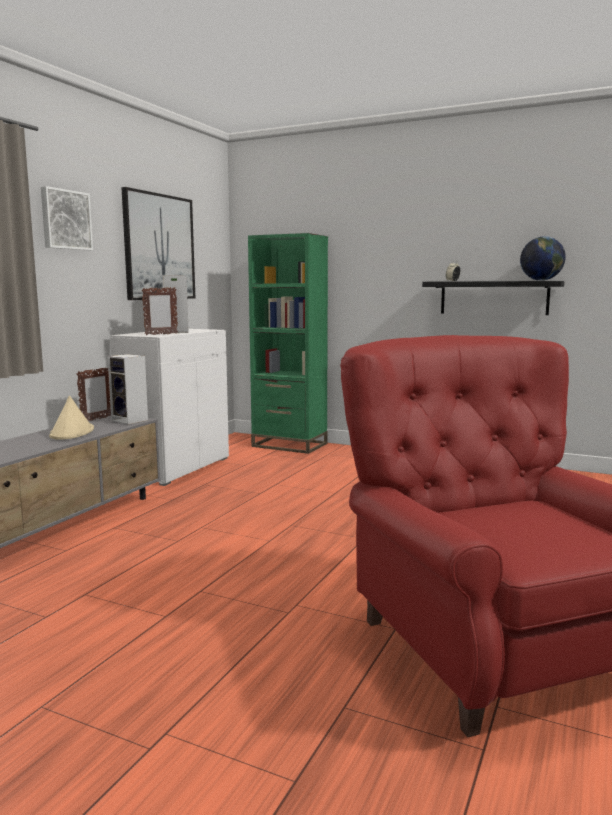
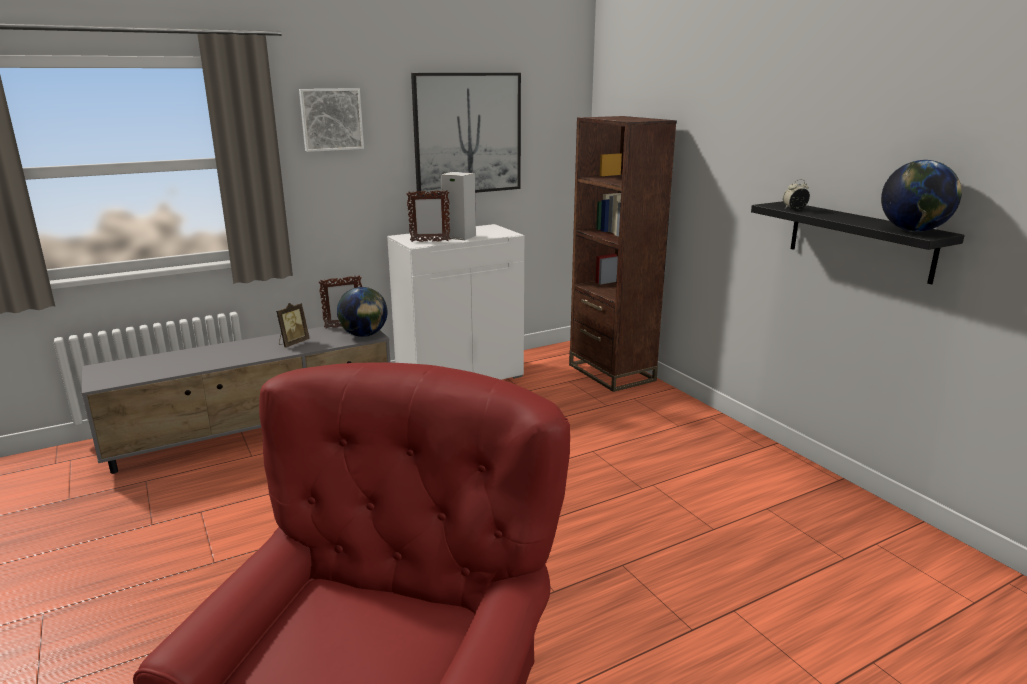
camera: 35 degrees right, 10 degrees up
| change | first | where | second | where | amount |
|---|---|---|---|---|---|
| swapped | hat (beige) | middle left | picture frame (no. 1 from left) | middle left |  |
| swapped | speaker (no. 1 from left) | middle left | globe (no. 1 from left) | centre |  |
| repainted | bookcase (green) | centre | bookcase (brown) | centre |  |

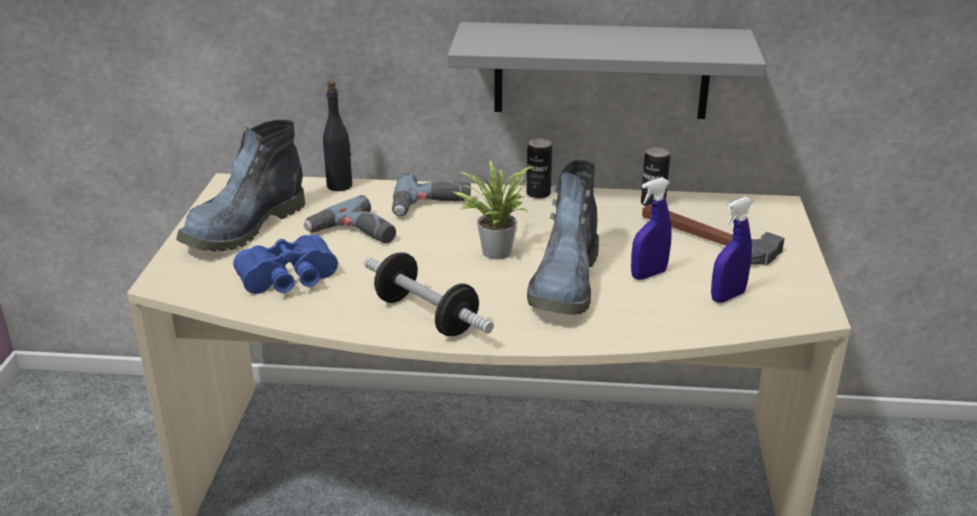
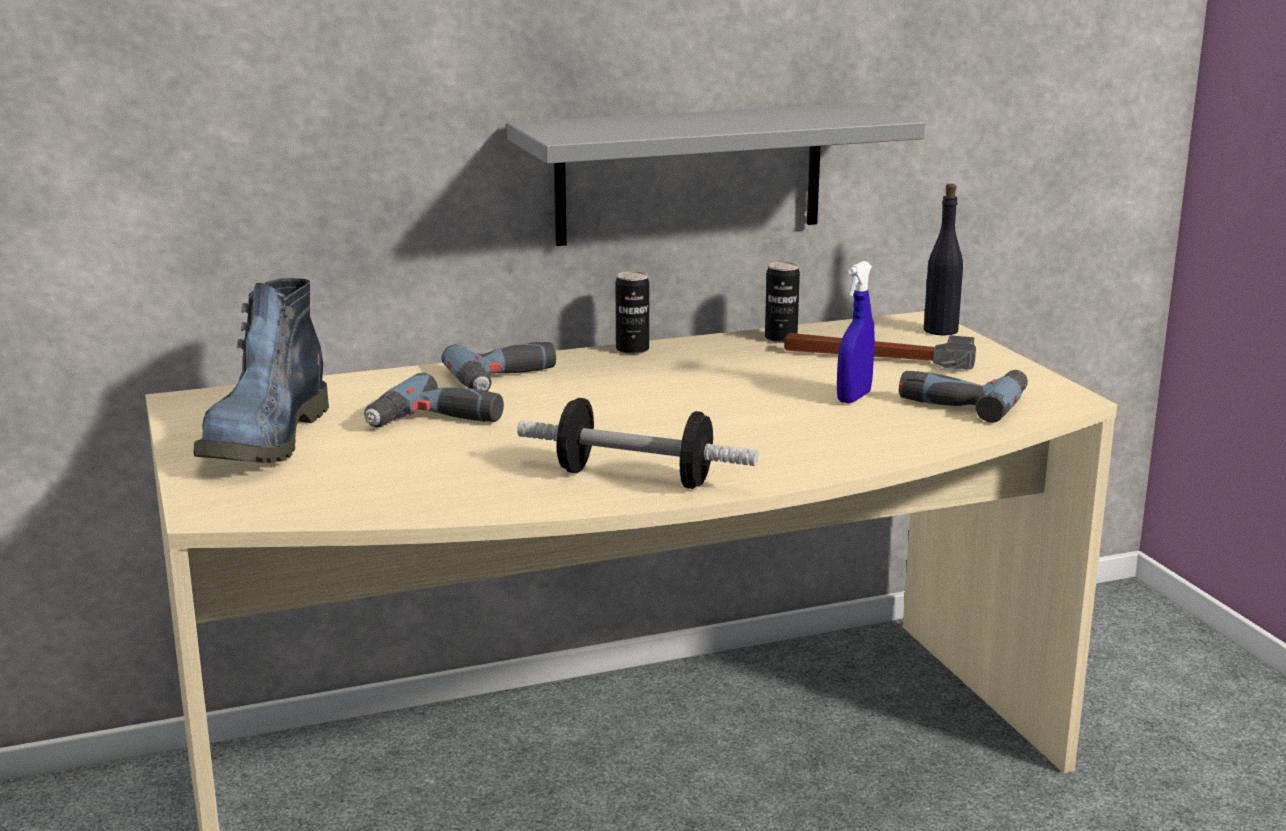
camera: 25 degrees left, 10 degrees down
| change | first | where | second | where | amount |
|---|---|---|---|---|---|
| gone | binoculars (blue) | middle left |  |  |  |
| shifted | bottle (black) | top centre |  | top right |  |
| gone | potted plant | centre |  |  |  |
| gone | boot (no. 2 from left) | centre |  |  |  |
| swapped | spray bottle (blue) (no. 2 from left) | middle right | power drill (no. 3 from left) | middle right |  |

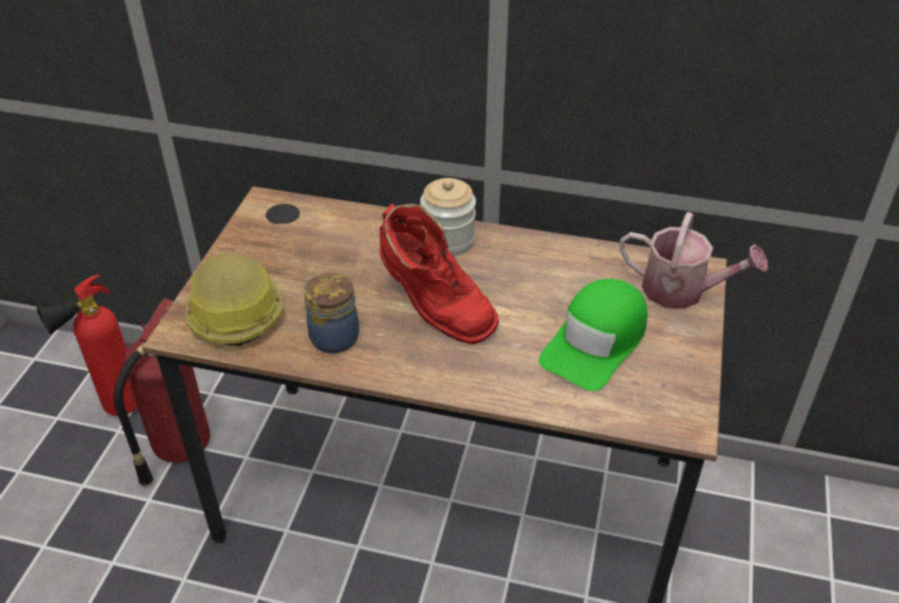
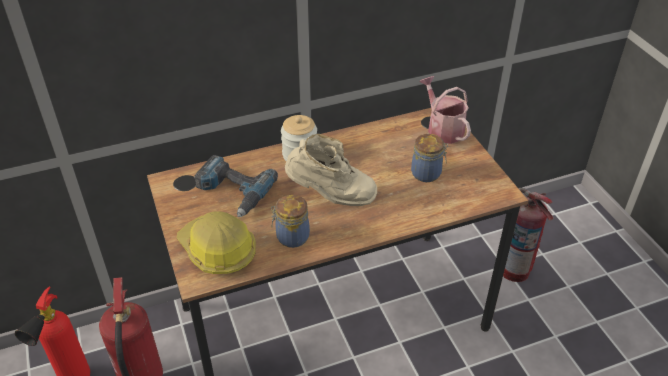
camera: 35 degrees left, 0 degrees up
| change | first | where | second | where | amount |
|---|---|---|---|---|---|
| repainted | boot (red) | centre | boot (beige) | centre |  |
| swapped | cap (green) | centre | jar (no. 3 from left) | centre |  |
| rotated | watering can | middle right |  | top centre | 105 degrees counterclockwise |
| new |  |  | power drill | centre |  |
| new |  |  | fire extinguisher (no. 3 from left) | middle right |  |

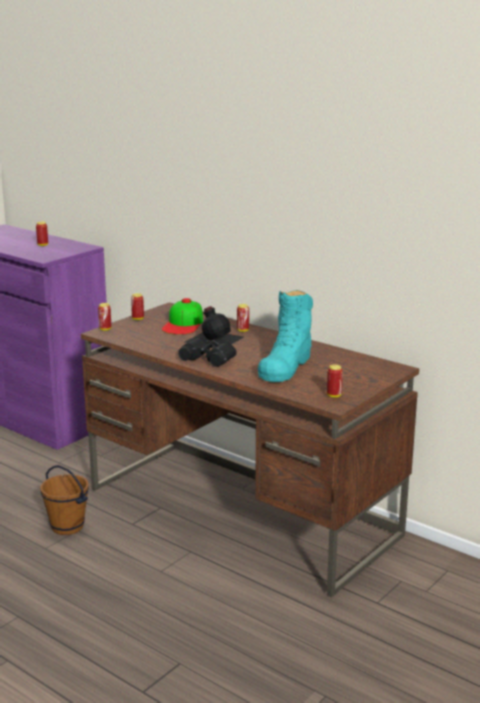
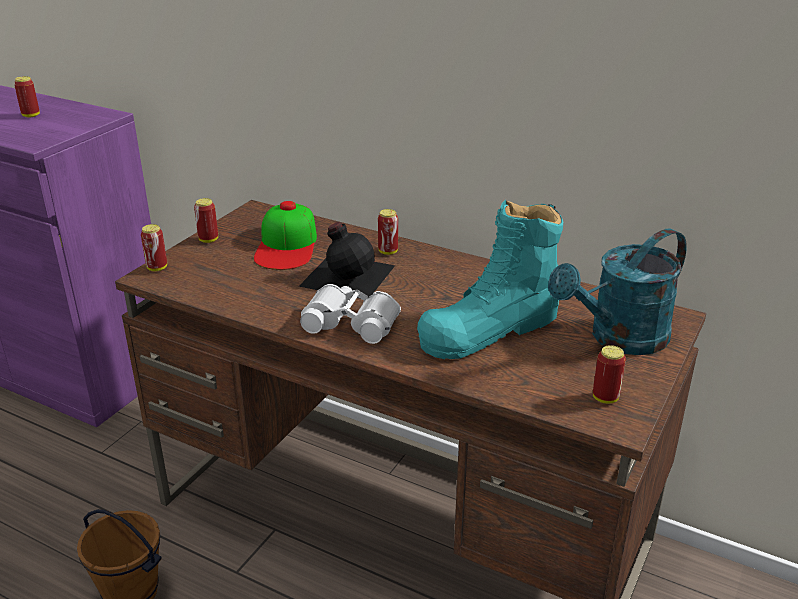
camera: 10 degrees left, 10 degrees up
| change | first | where | second | where | amount |
|---|---|---|---|---|---|
| repainted | binoculars (black) | centre | binoculars (white) | centre |  |
| rotated | boot (turquoise) | centre |  | centre | 45 degrees clockwise |
| new |  |  | watering can (turquoise) | middle right |  |

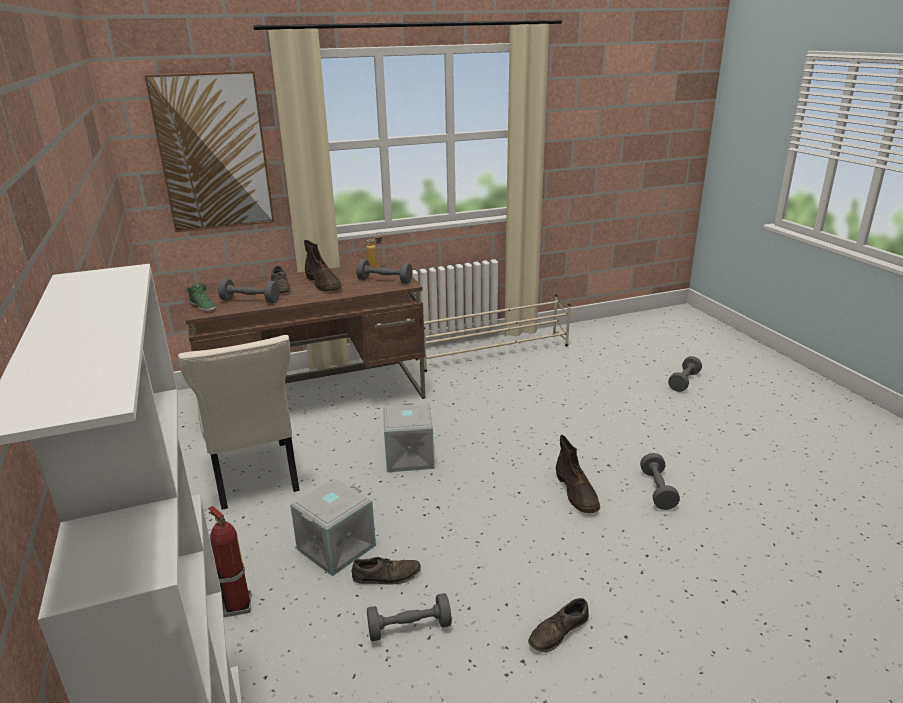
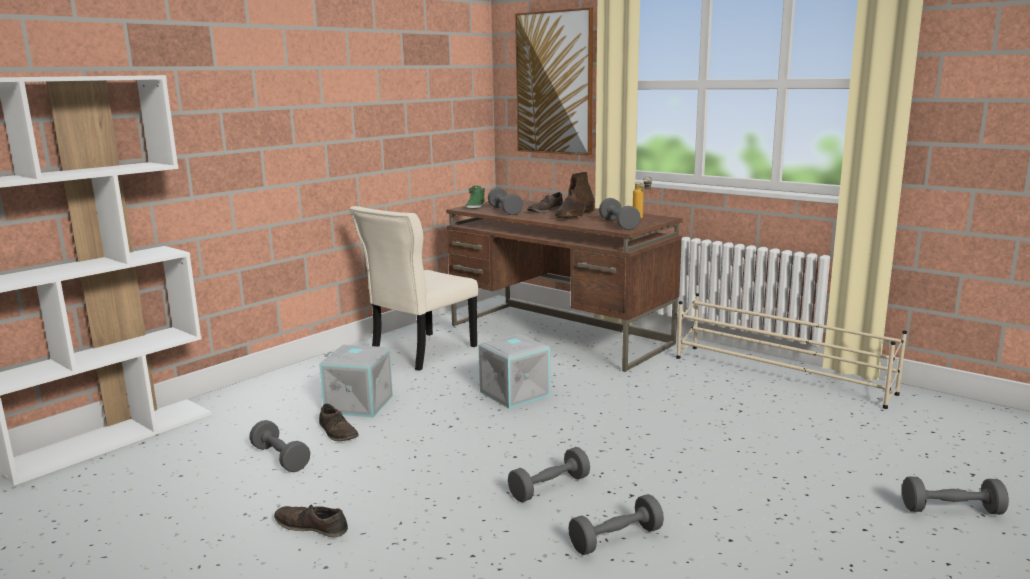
camera: 60 degrees right, 10 degrees down
| change | first | where | second | where | amount |
|---|---|---|---|---|---|
| gone | fire extinguisher | bottom left |  |  |  |
| swapped | boot (brown) (no. 2 from left) | bottom centre | dumbbell (grey) (no. 3 from left) | bottom centre |  |

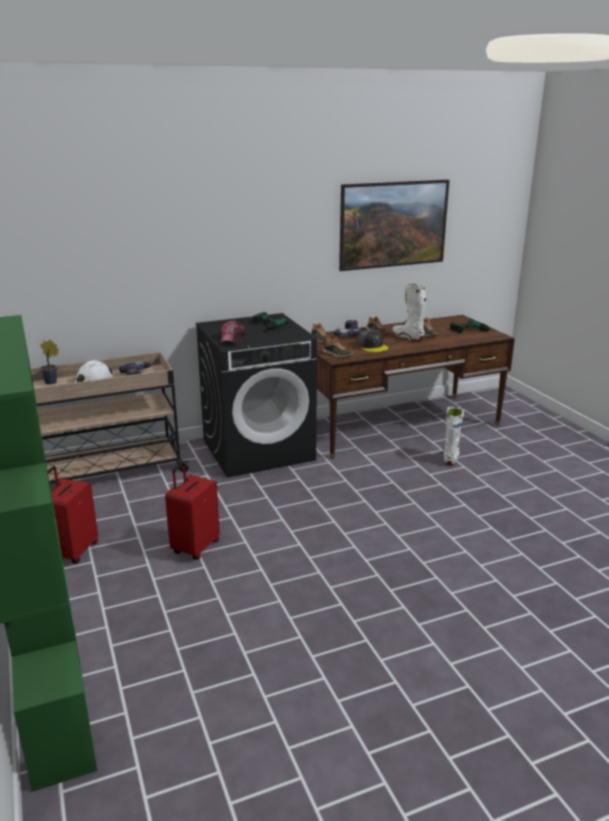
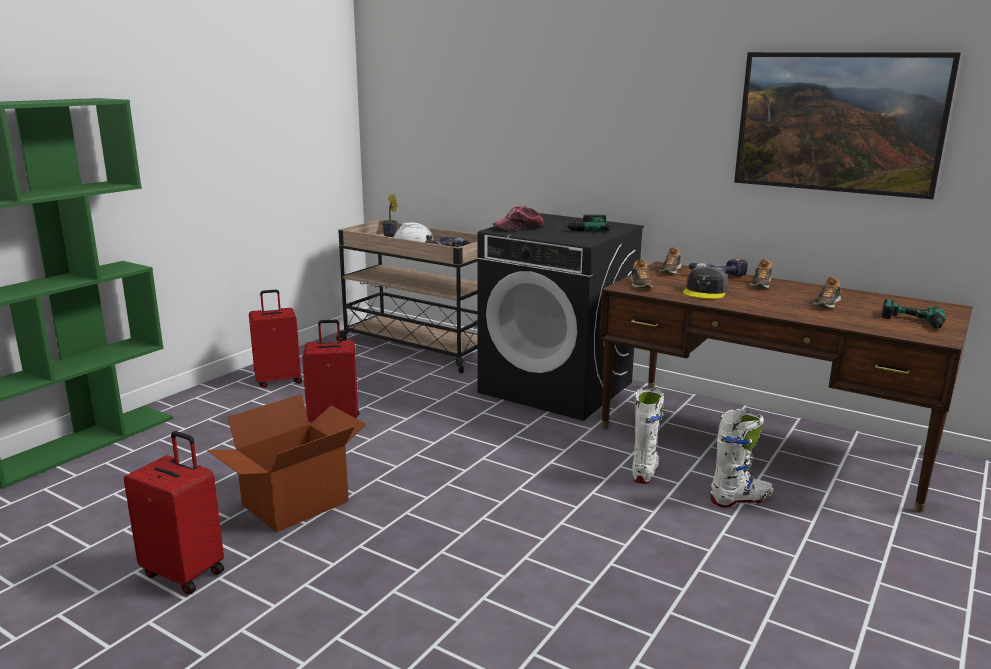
camera: 55 degrees right, 5 degrees down
| change | first | where | second | where | amount |
|---|---|---|---|---|---|
| shifted | boot (white) (no. 1 from left) | middle right |  | centre |  |
| new |  |  | suitcase (red) (no. 1 from left) | bottom left |  |
| new |  |  | cardboard box | bottom left |  |

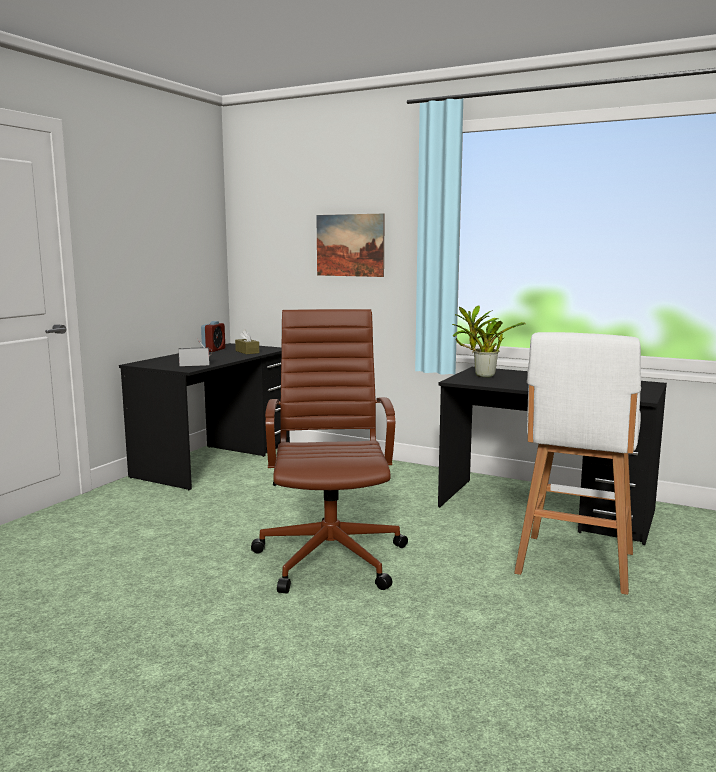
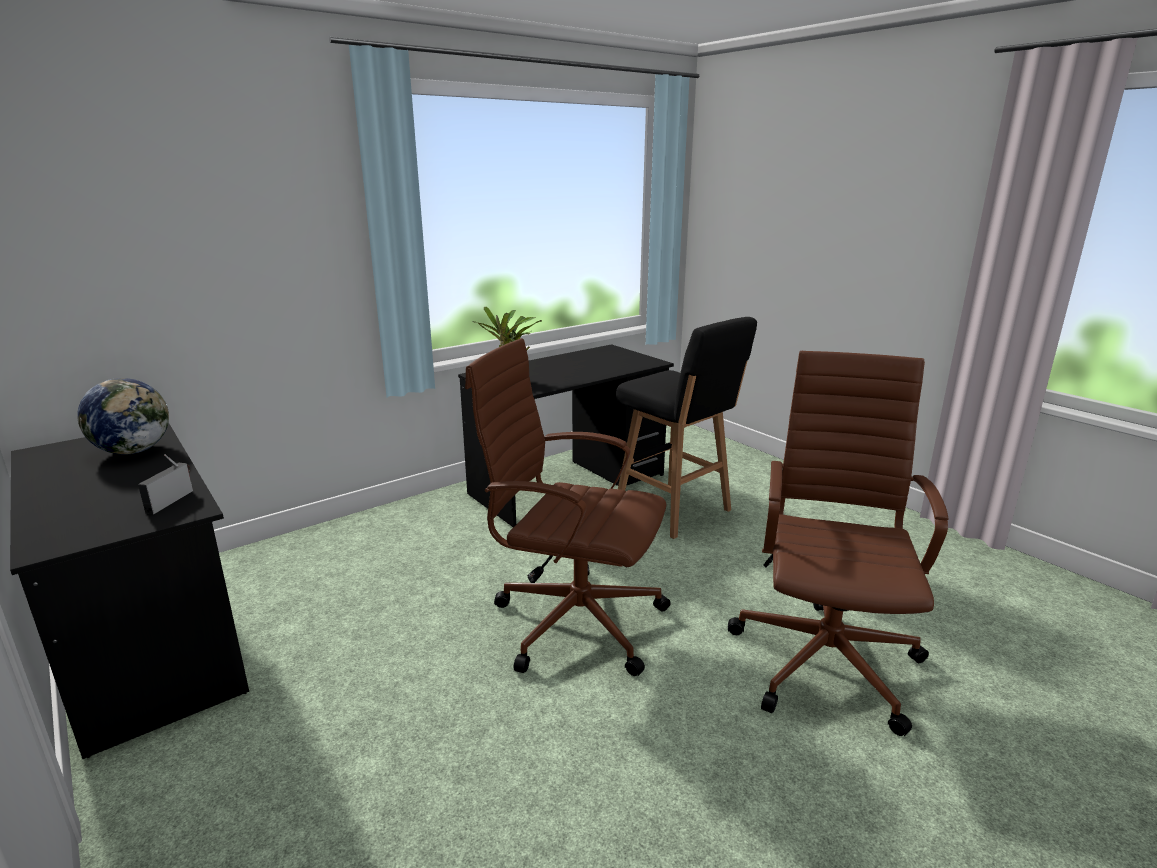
camera: 65 degrees left, 10 degrees up
| change | first | where | second | where | amount |
|---|---|---|---|---|---|
| gone | alarm clock | middle left |  |  |  |
| swapped | tissue box (brown) | centre | globe | middle left |  |
| gone | picture | top centre |  |  |  |
| repainted | stool (white) | middle right | stool (black) | centre |  |
| new |  |  | office chair (brown) (no. 2 from left) | middle right |  |

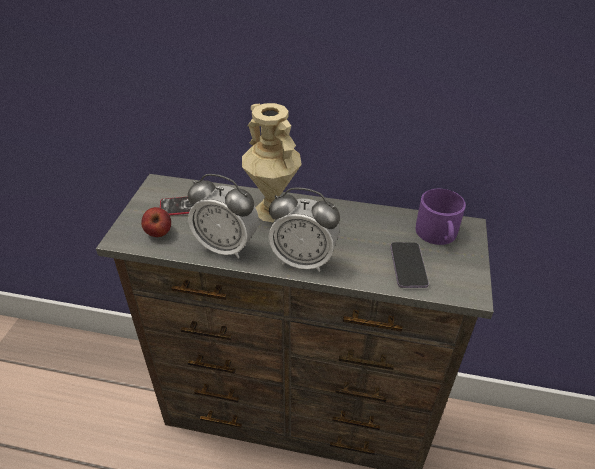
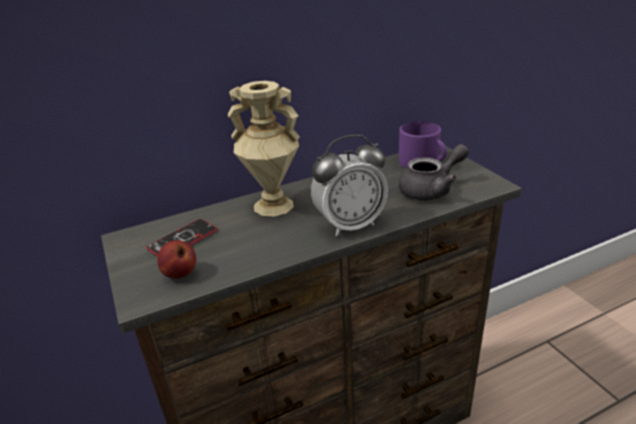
camera: 35 degrees left, 10 degrees down
| change | first | where | second | where | amount |
|---|---|---|---|---|---|
| gone | alarm clock (no. 1 from left) | centre |  |  |  |
| swapped | phone (no. 2 from left) | middle right | teapot (grey) | middle right |  |

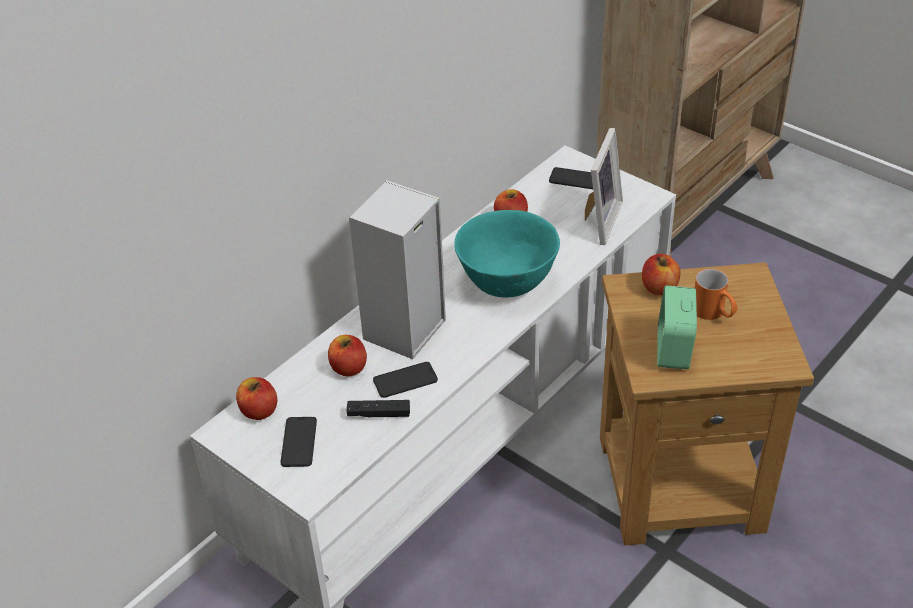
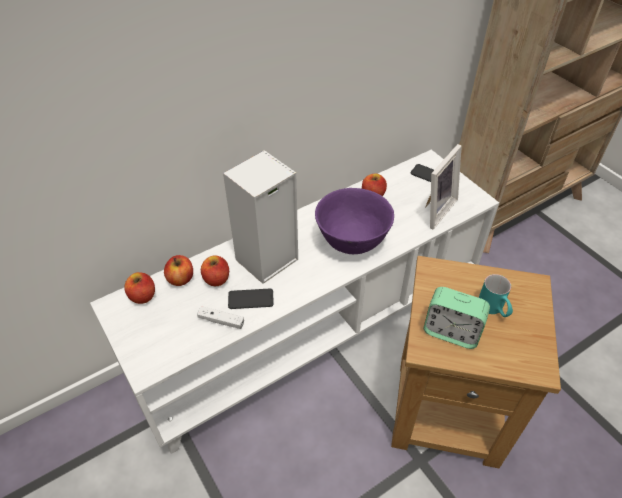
camera: 15 degrees right, 5 degrees up
| change | first | where | second | where | amount |
|---|---|---|---|---|---|
| gone | phone (no. 1 from left) | bottom left |  |  |  |
| repainted | game controller (black) | bottom centre | game controller (white) | centre |  |
| repainted | bowl (turquoise) | centre | bowl (purple) | centre |  |
| shifted | apple (no. 4 from left in the first image) | middle right | apple (no. 2 from left) | middle left |  |
| rotated | alarm clock | middle right |  | middle right | 90 degrees counterclockwise |
| repainted | mug (orange) | middle right | mug (turquoise) | middle right |  |

